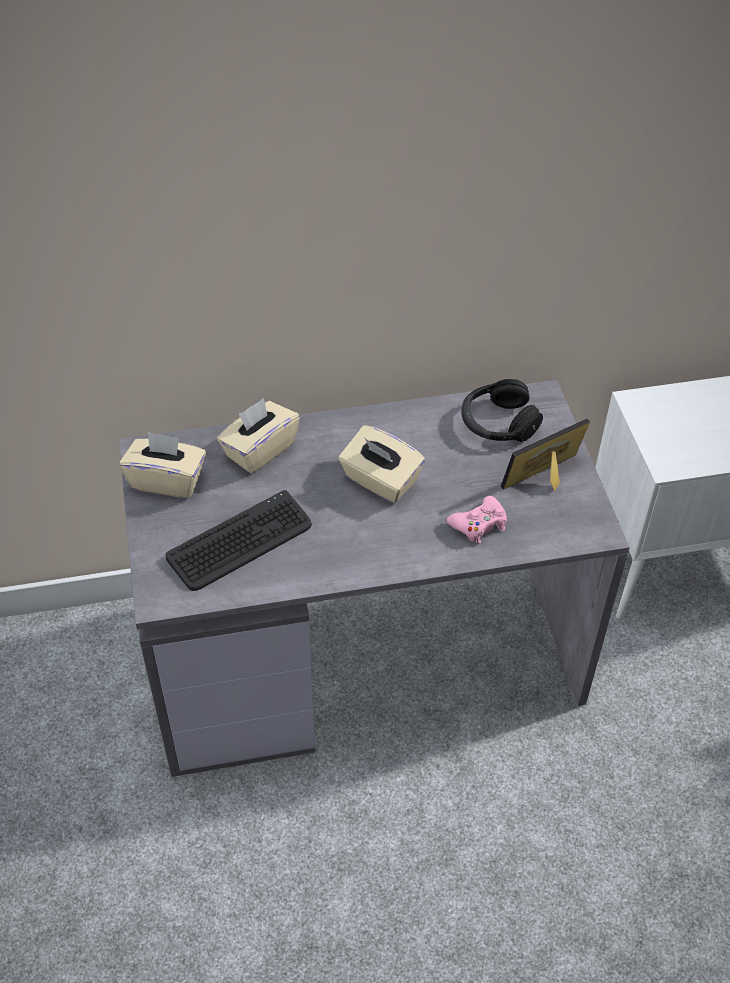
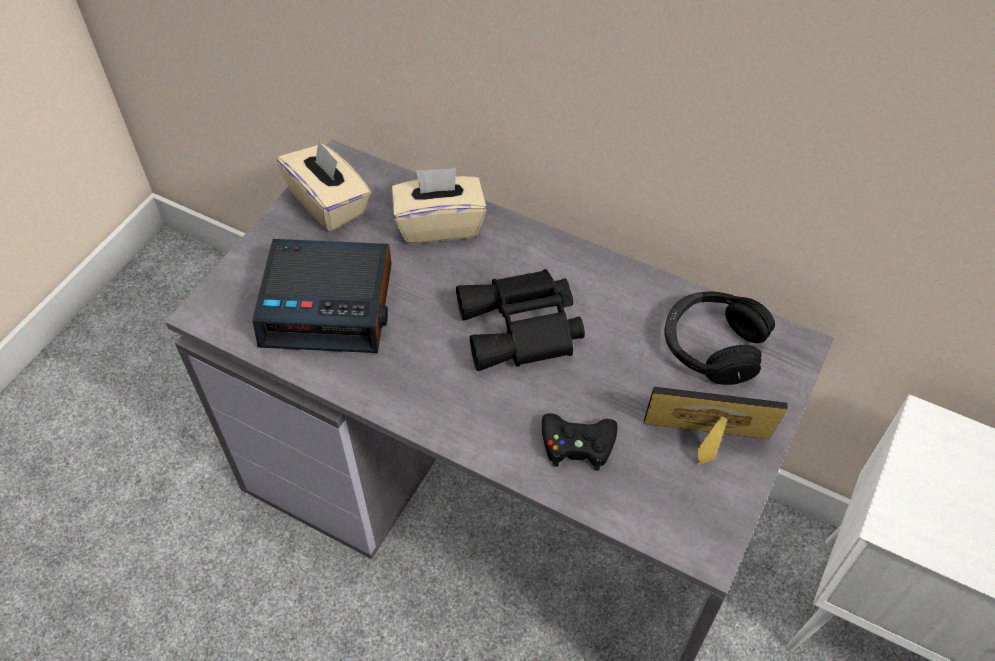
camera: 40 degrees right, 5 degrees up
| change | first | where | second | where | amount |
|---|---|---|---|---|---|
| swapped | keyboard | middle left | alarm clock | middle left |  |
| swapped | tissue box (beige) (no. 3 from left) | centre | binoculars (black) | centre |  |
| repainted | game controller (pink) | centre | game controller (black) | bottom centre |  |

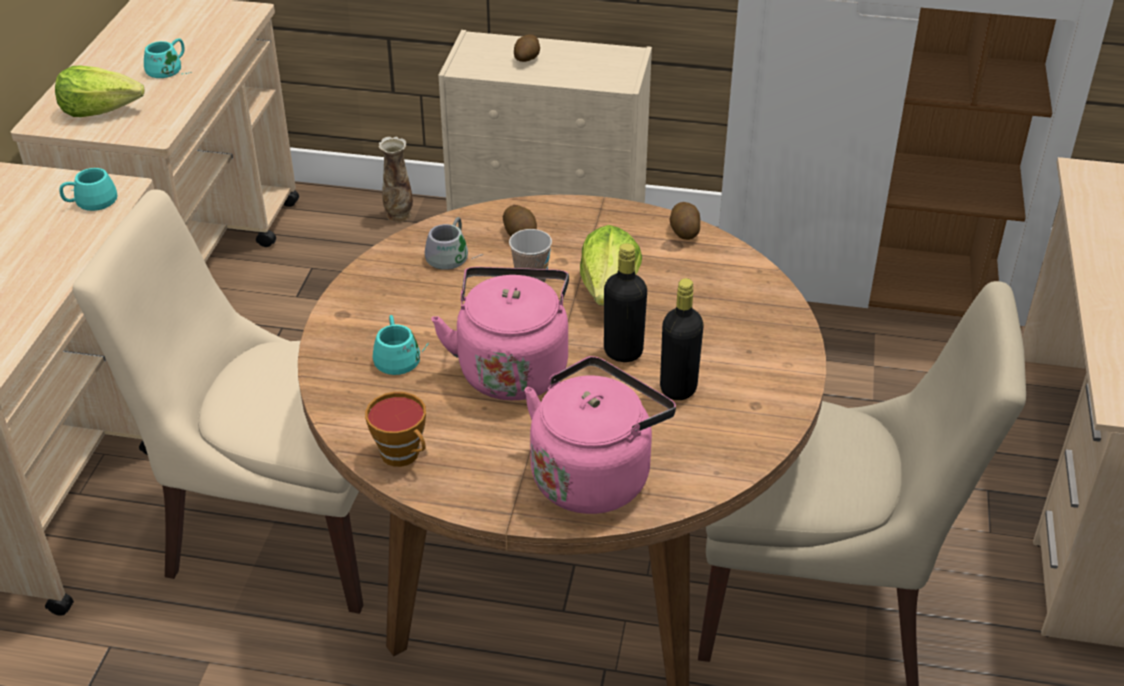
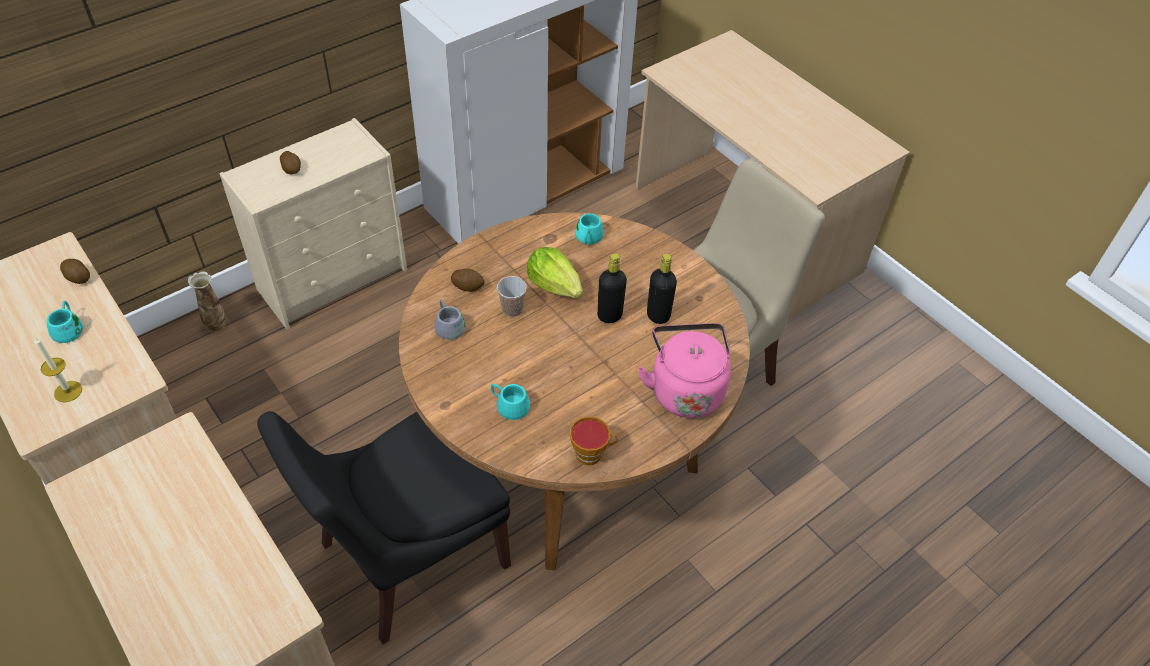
camera: 50 degrees left, 10 degrees up
| change | first | where | second | where | amount |
|---|---|---|---|---|---|
| swapped | lettuce (no. 1 from left) | top left | candle | middle left |  |
| shifted | mug (turquoise) (no. 1 from left in the first image) | top left | mug (turquoise) (no. 3 from left) | centre |  |
| repainted | chair (beige) (no. 1 from left) | middle left | chair (black) | bottom centre |  |
| gone | kettle (pink) (no. 1 from left) | centre |  |  |  |
| shifted | potato (no. 3 from left in the first image) | top centre | potato (no. 1 from left) | middle left |  |

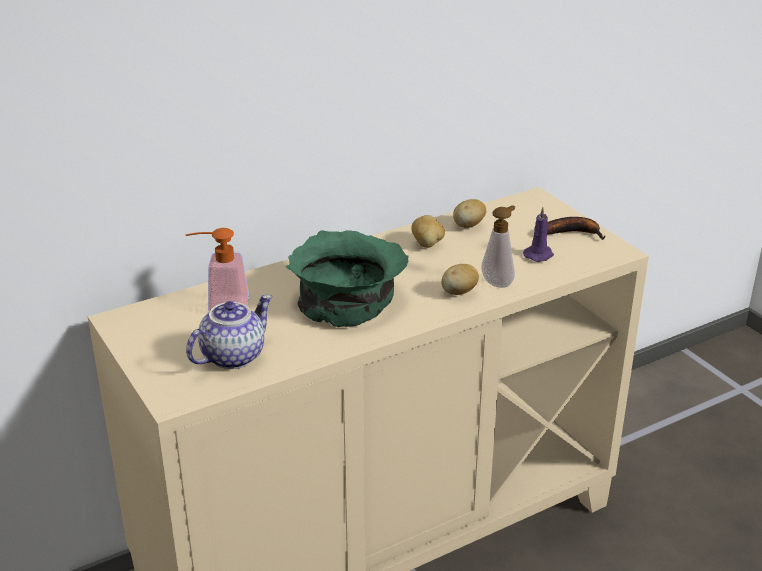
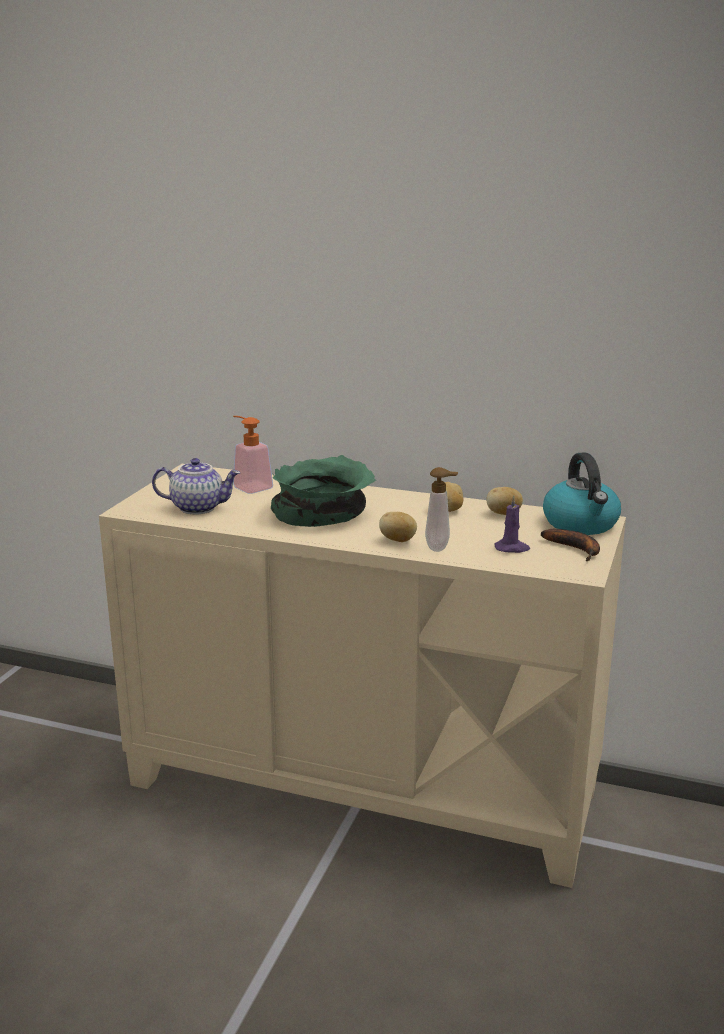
camera: 50 degrees right, 10 degrees down
| change | first | where | second | where | amount |
|---|---|---|---|---|---|
| new |  |  | kettle | middle right |  |

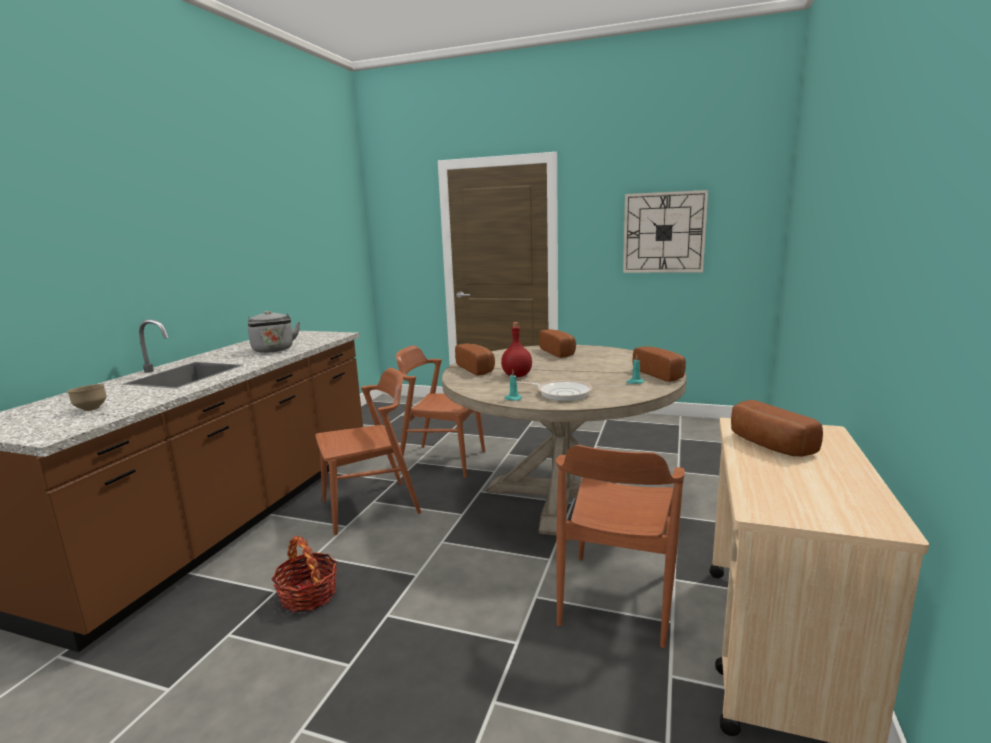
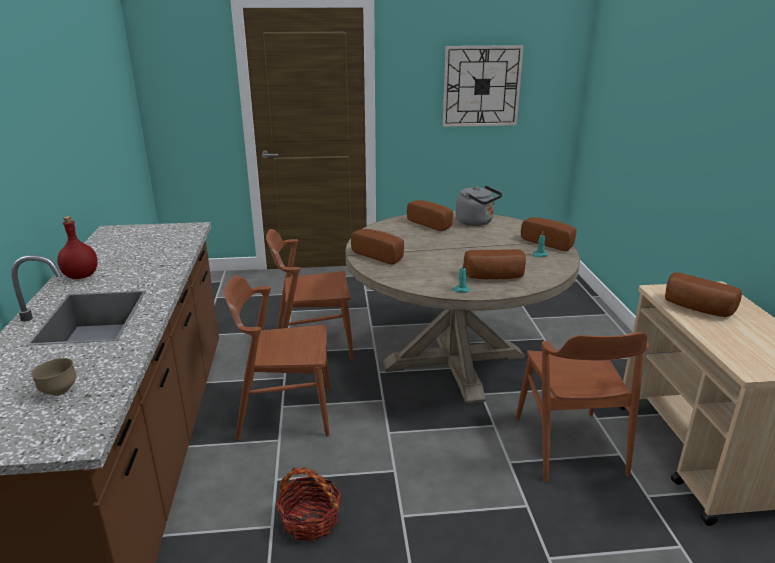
camera: 25 degrees left, 10 degrees up
| change | first | where | second | where | amount |
|---|---|---|---|---|---|
| shifted | kettle (grey) | middle left |  | centre |  |
| rotated | chair (brown) (no. 1 from left) | centre |  | centre | 135 degrees counterclockwise |
| shifted | bottle (red) | centre |  | middle left |  |
| swapped | frying pan | centre | bread (no. 3 from left) | centre |  |

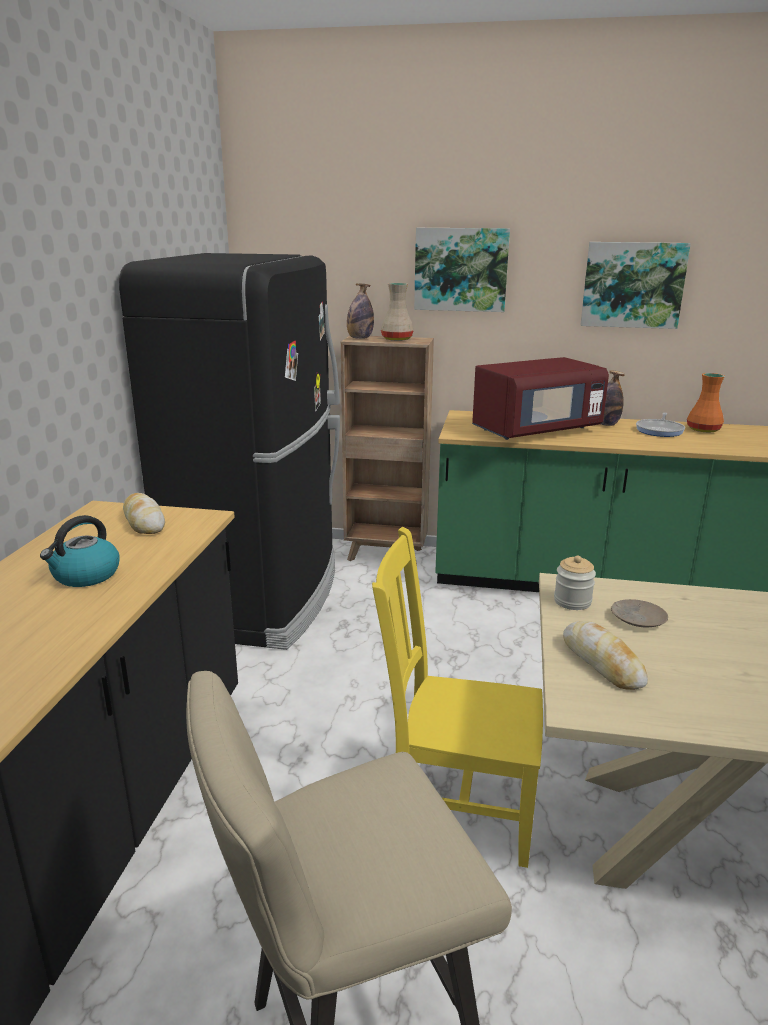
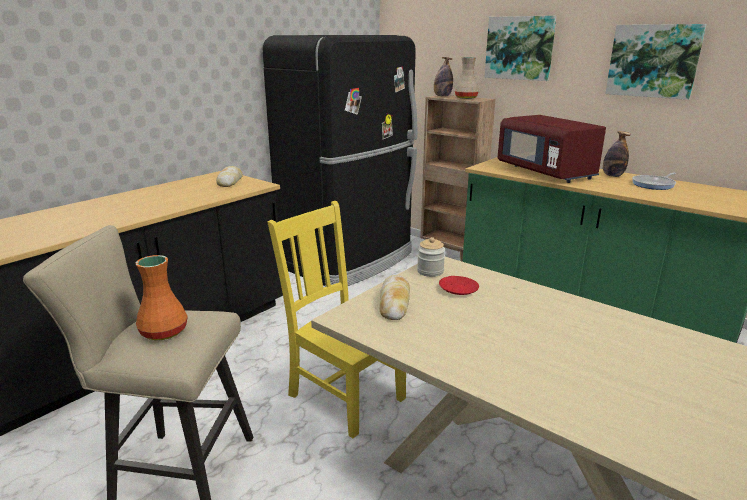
camera: 30 degrees right, 0 degrees up
| change | first | where | second | where | amount |
|---|---|---|---|---|---|
| gone | kettle | middle left |  |  |  |
| rotated | microwave (red) | middle right |  | top right | 60 degrees clockwise |
| repainted | plate (beige) | middle right | plate (red) | centre |  |
| shifted | vase (orange) | middle right |  | middle left |  |

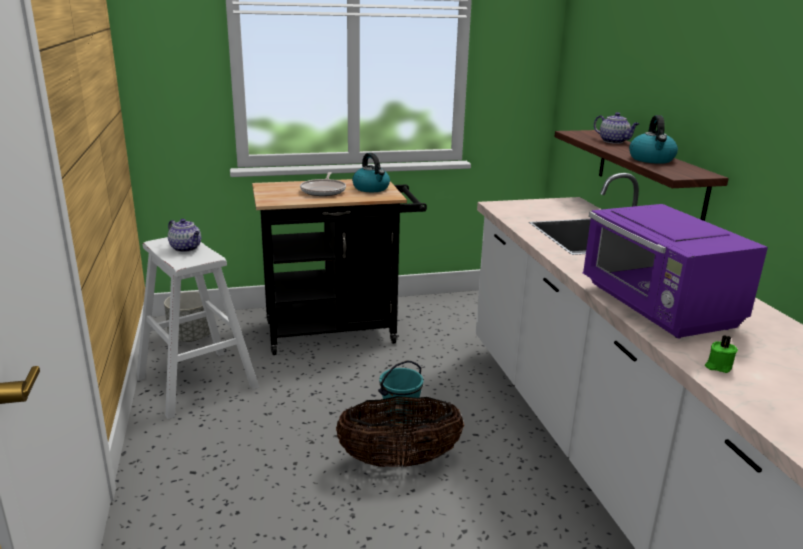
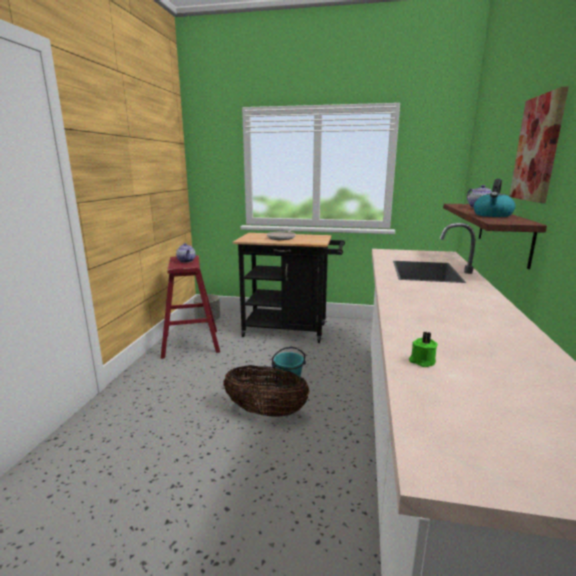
camera: 25 degrees right, 5 degrees down
| change | first | where | second | where | amount |
|---|---|---|---|---|---|
| repainted | stool (white) | middle left | stool (red) | middle left |  |
| gone | kettle (no. 1 from left) | top centre |  |  |  |
| gone | microwave (purple) | middle right |  |  |  |
| new |  |  | picture | top right |  |

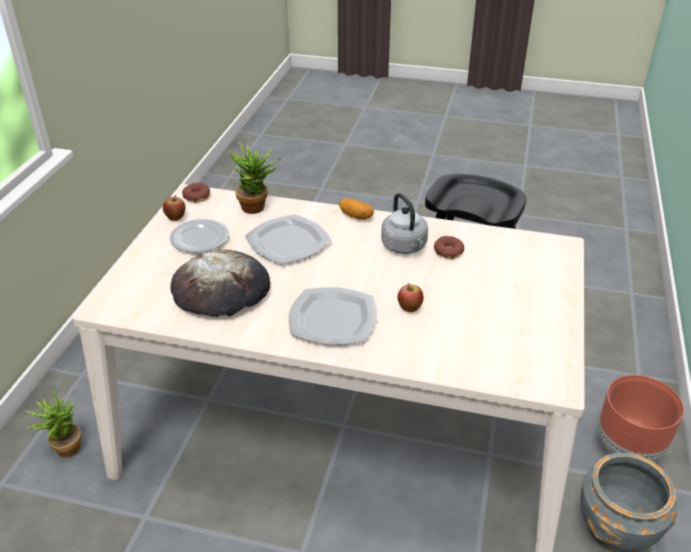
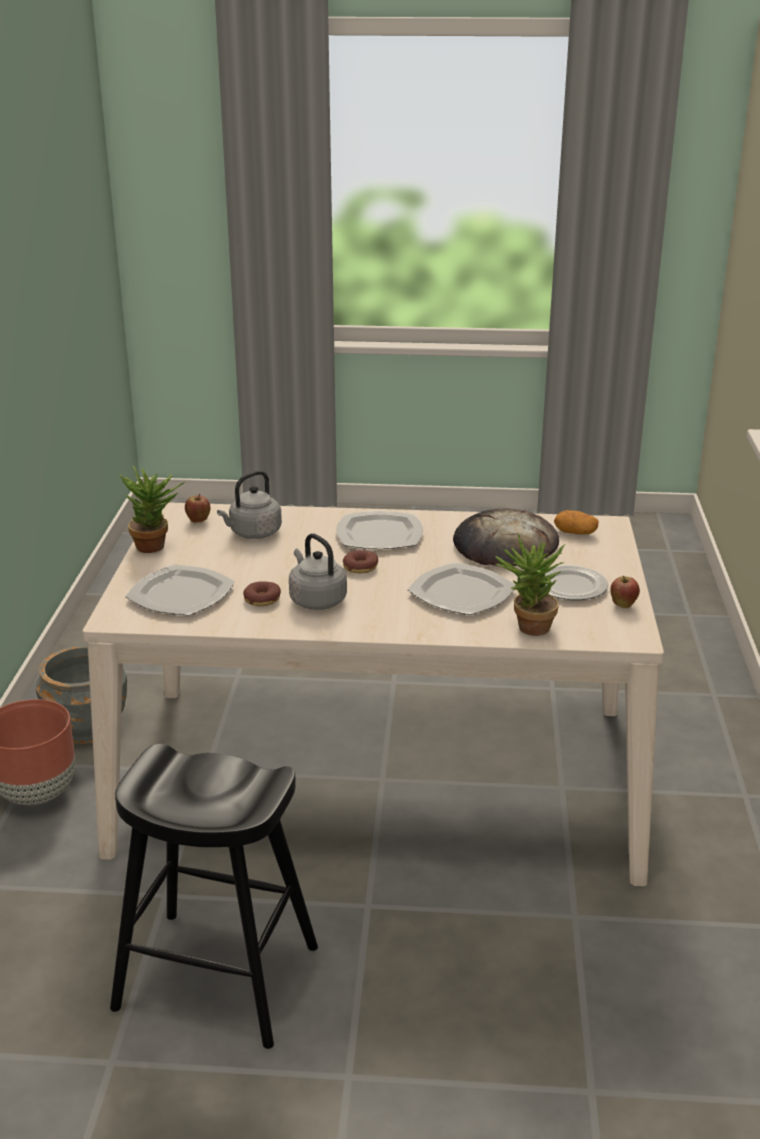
camera: 170 degrees right, 10 degrees down
| change | first | where | second | where | amount |
|---|---|---|---|---|---|
| shifted | potted plant (no. 1 from left) | bottom left |  | middle left |  |
| shifted | donut (no. 1 from left in the first image) | middle left | donut (no. 2 from left) | centre |  |
| shifted | potato | centre |  | middle right |  |
| shifted | apple (no. 2 from left in the first image) | centre | apple (no. 1 from left) | middle left |  |
| new |  |  | plate (no. 1 from left) | middle left |  |
| new |  |  | kettle (grey) (no. 1 from left) | middle left |  |

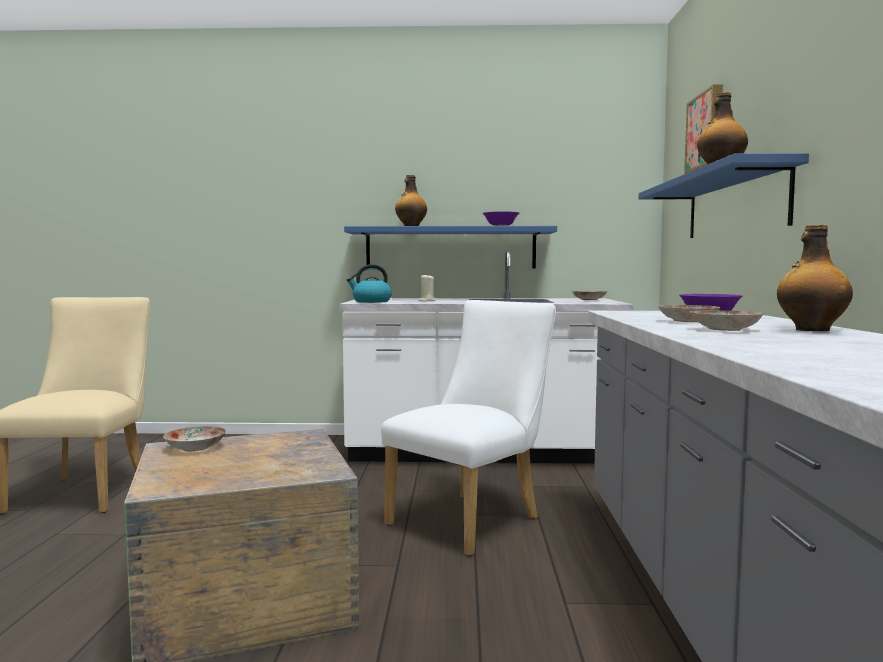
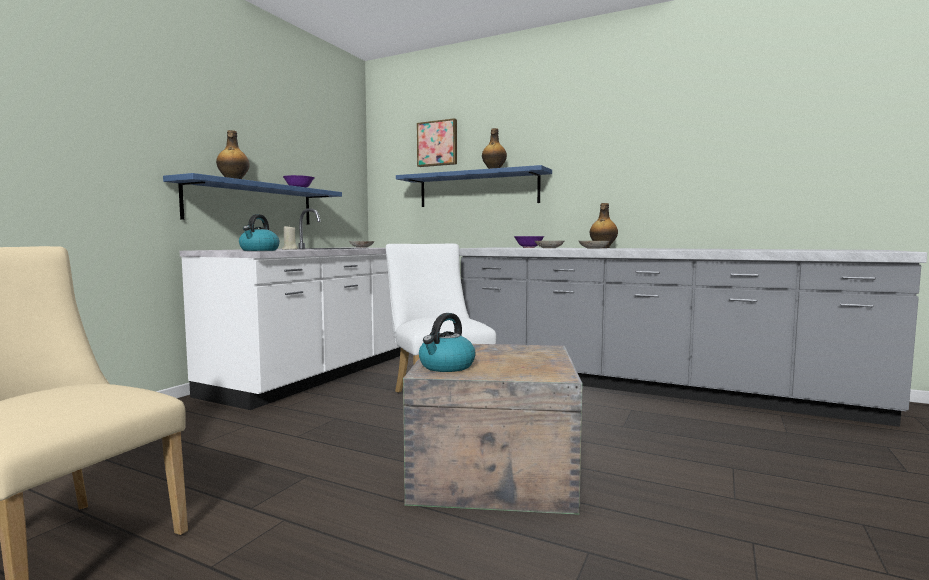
camera: 65 degrees left, 0 degrees up
| change | first | where | second | where | amount |
|---|---|---|---|---|---|
| swapped | plate (no. 1 from left) | middle left | kettle (no. 2 from left) | centre |  |

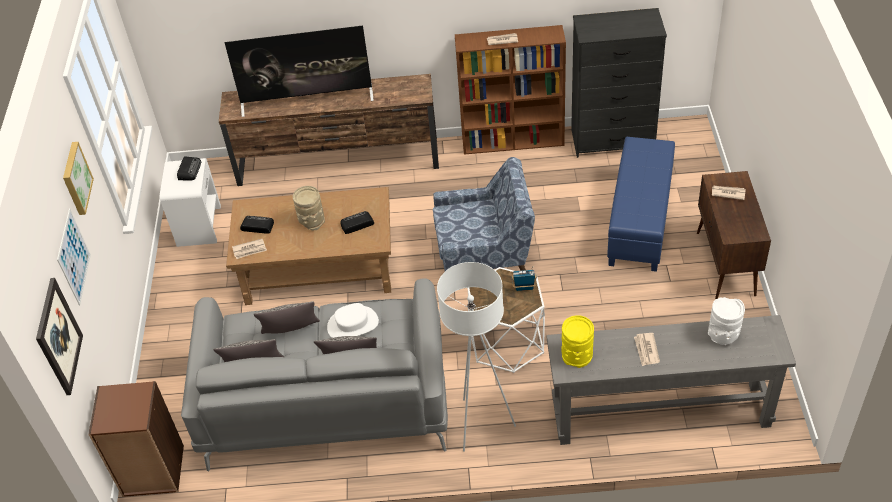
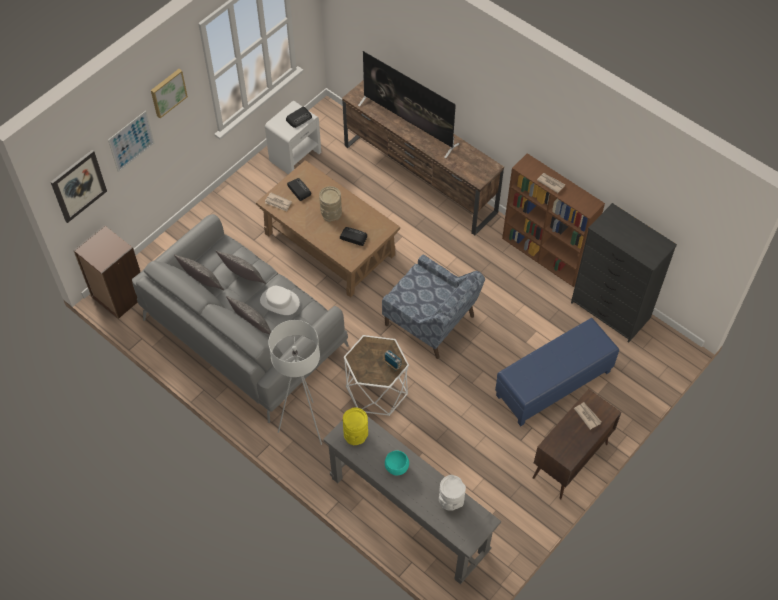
camera: 40 degrees right, 10 degrees up
| change | first | where | second | where | amount |
|---|---|---|---|---|---|
| swapped | newspaper (no. 3 from left) | bottom right | bowl (turquoise) | bottom centre |  |

